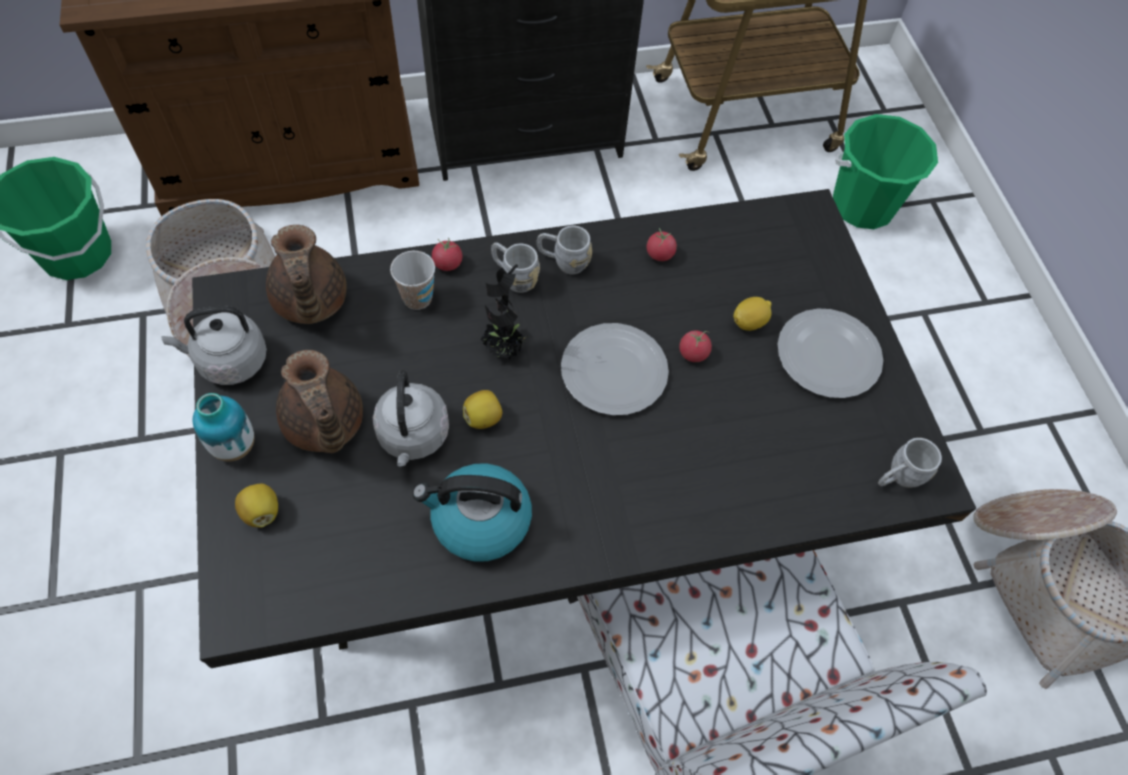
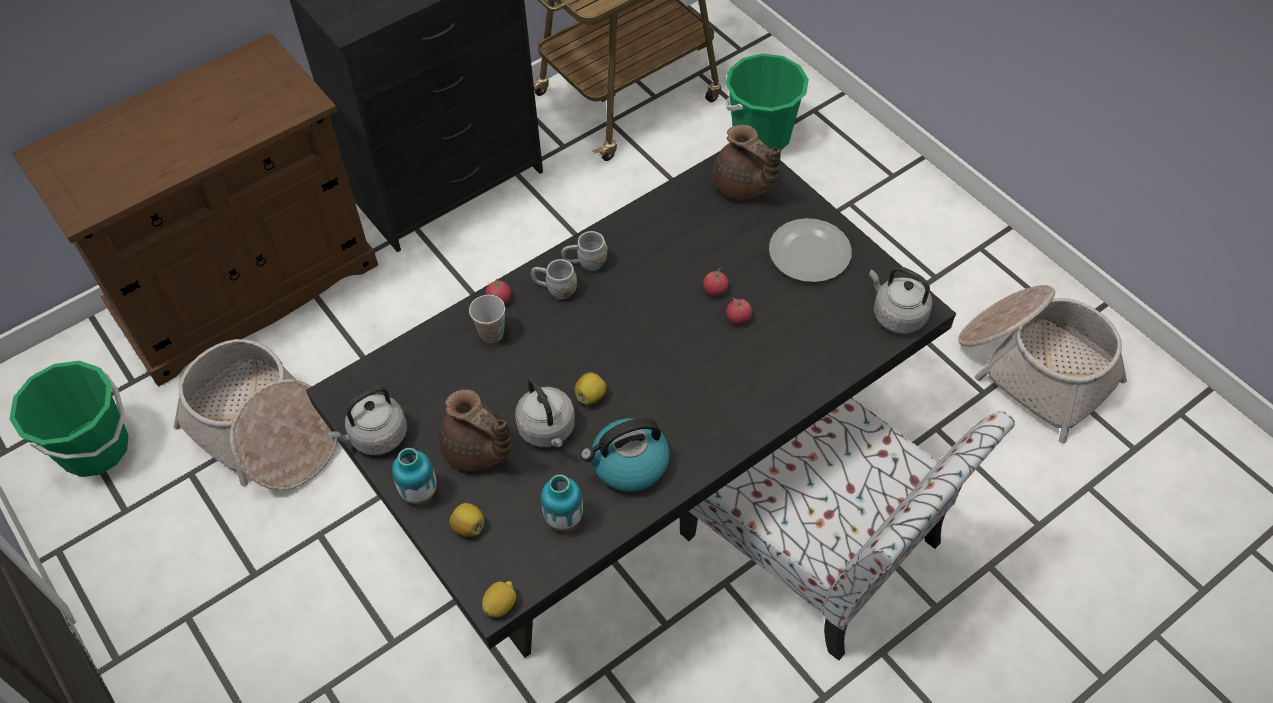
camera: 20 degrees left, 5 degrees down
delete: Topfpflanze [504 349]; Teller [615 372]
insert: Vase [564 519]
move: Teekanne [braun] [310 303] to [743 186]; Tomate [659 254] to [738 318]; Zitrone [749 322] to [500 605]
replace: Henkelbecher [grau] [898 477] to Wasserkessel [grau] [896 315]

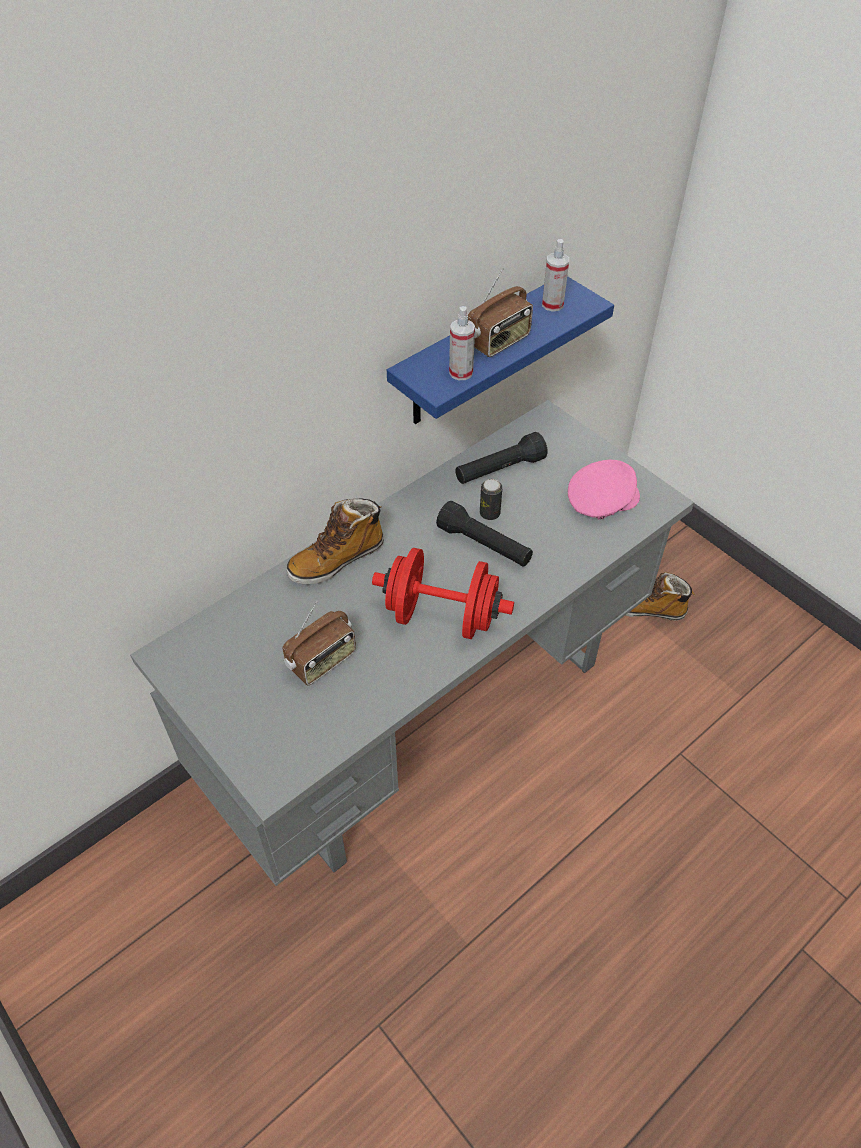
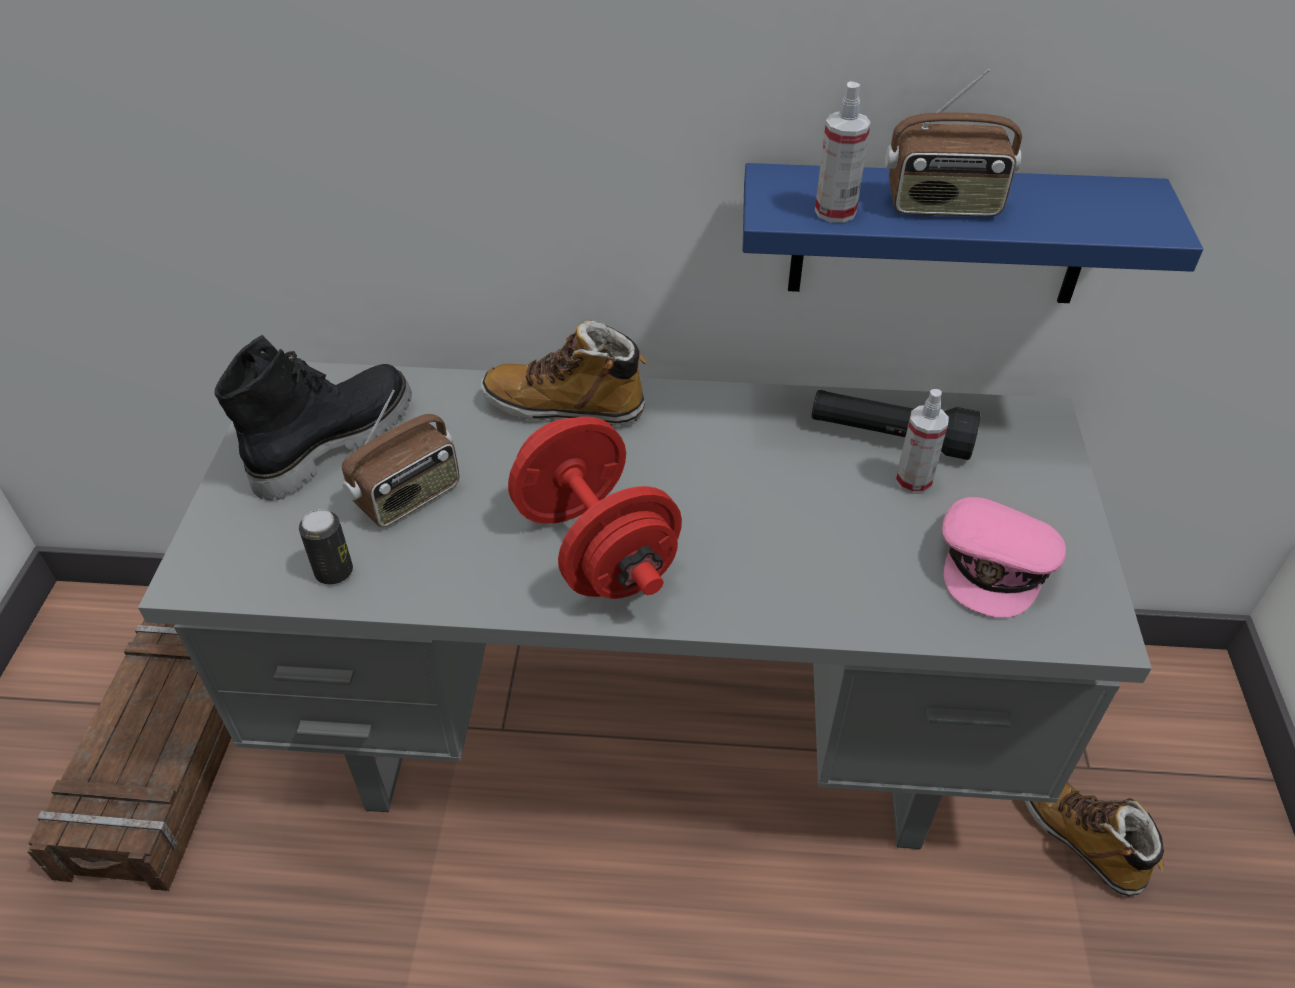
camera: 45 degrees right, 5 degrees down
delete: Taschenlampe [schwarz] [484 545]
insert: Kiste [168 755]; Stiefel [schwarz] [333 442]
move: Dose [489 513] to [334 572]; Sprühflasche [552 304] to [913 481]
rotate: Radio [322 661] = [408 497] 45 degrees counterclockwise; Kappe [rosa] [601 499] = [995 563] 90 degrees clockwise

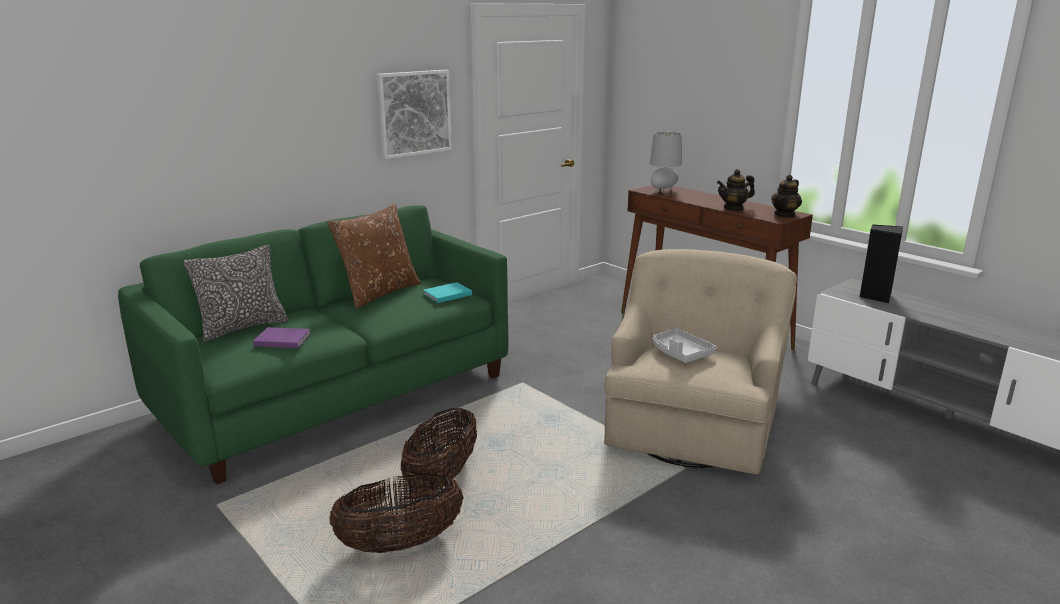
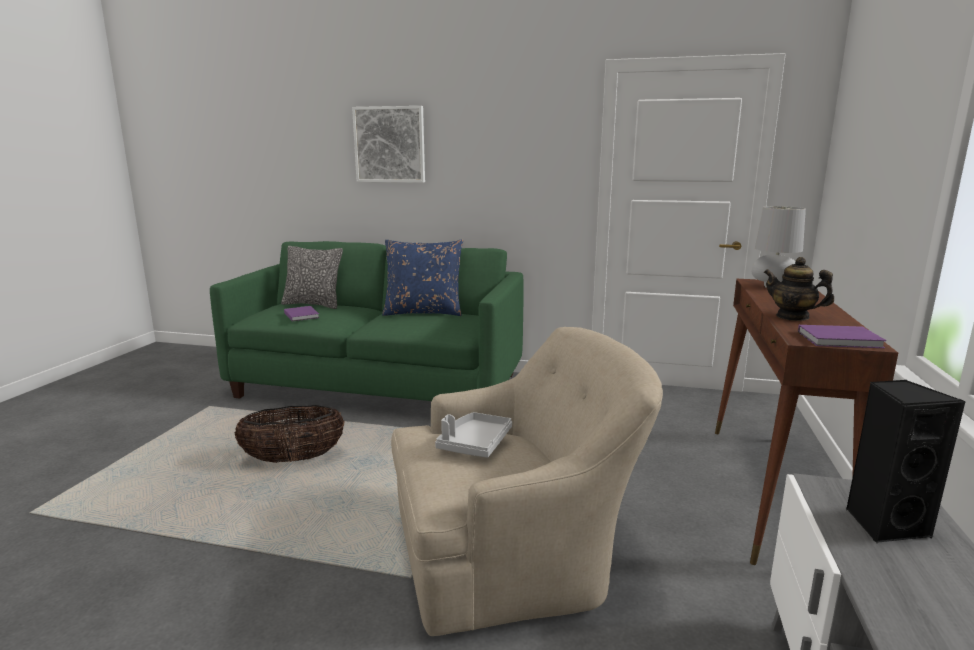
camera: 55 degrees right, 5 degrees down
delete: Korb [400 543]; Buch [türkis] [446 294]
move: Bild [414 113] to [389 145]
replace: Teekanne [785 215] to Buch [lila] [841 340]
recolor: Kissen [braun] [379 293] to Kissen [blau] [423 312]

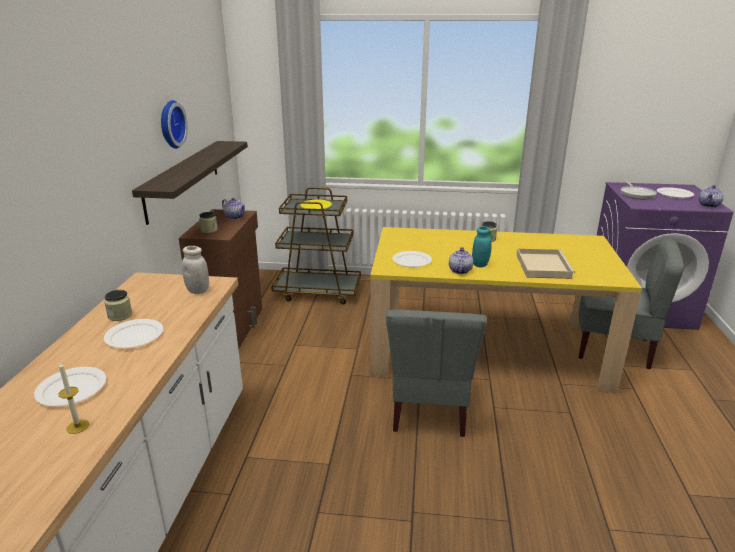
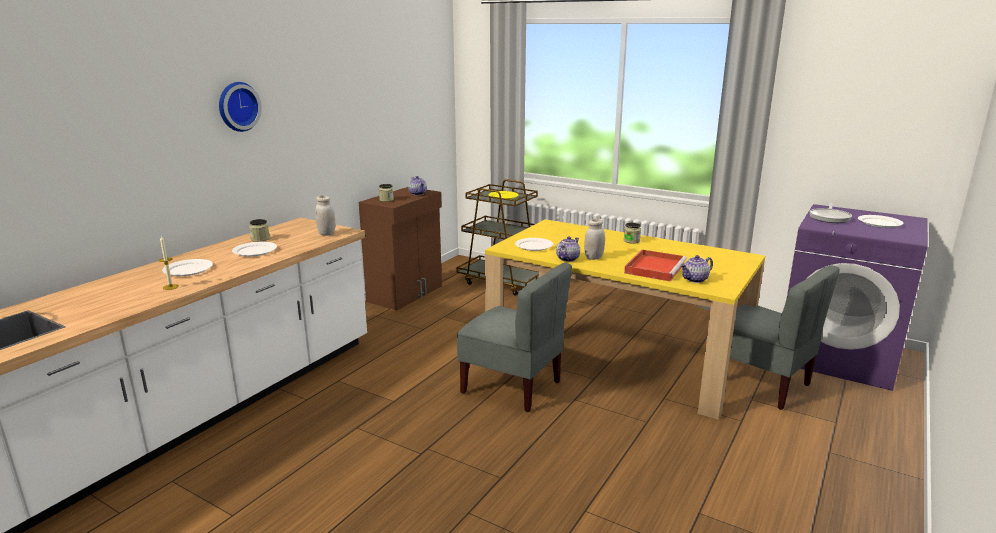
camera: 25 degrees right, 5 degrees down
delete: Wandregal [183 179]
move: Wanduhr [170 124] to [237 106]; Teekanne [709 205] to [695 280]
recolor: Vorratsglas [türkis] [480 264] to Vorratsglas [weiß] [594 257]; Tablett [beige] [542 266] to Tablett [rot] [655 267]
rotate: Stuhl [grau] [429 409] = [512 387] 90 degrees counterclockwise

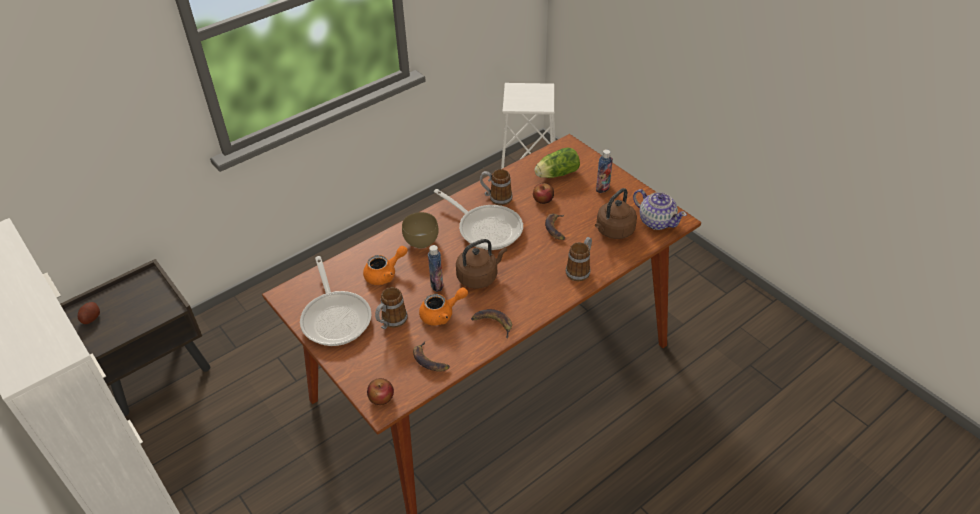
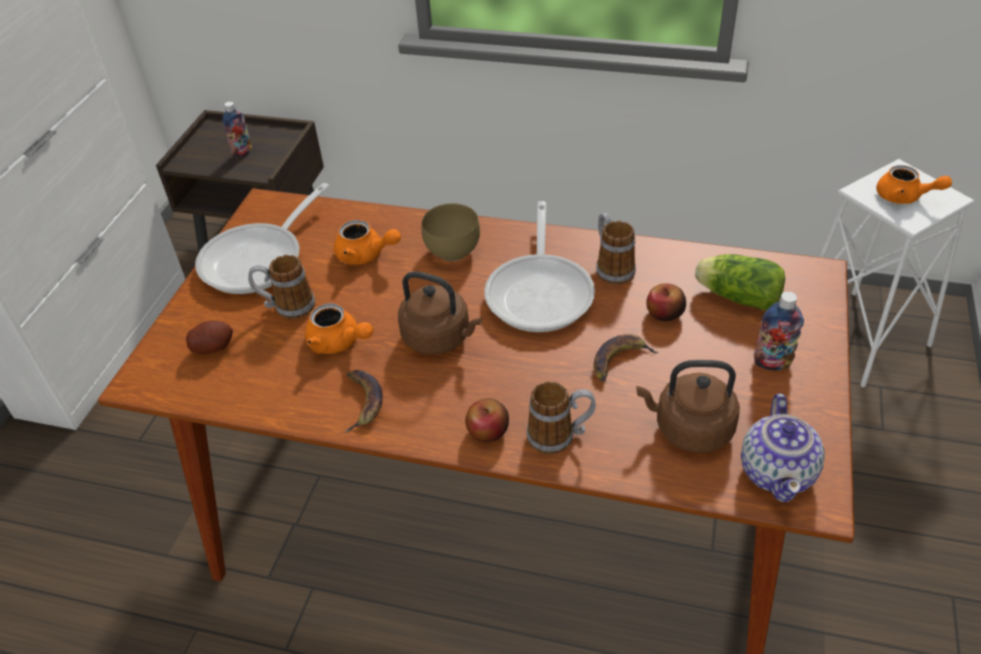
camera: 55 degrees right, 0 degrees up
delete: Banane [430 360]
insert: Teekanne [orange] [904 197]
move: Kartoffel [91 318] to [213 347]; Apfel [381 397] to [488 431]; Flasche [436 285] to [242 153]

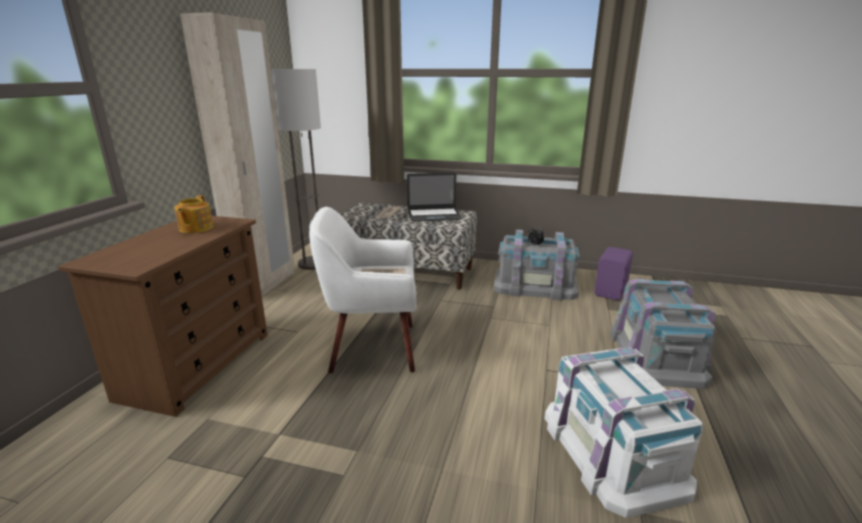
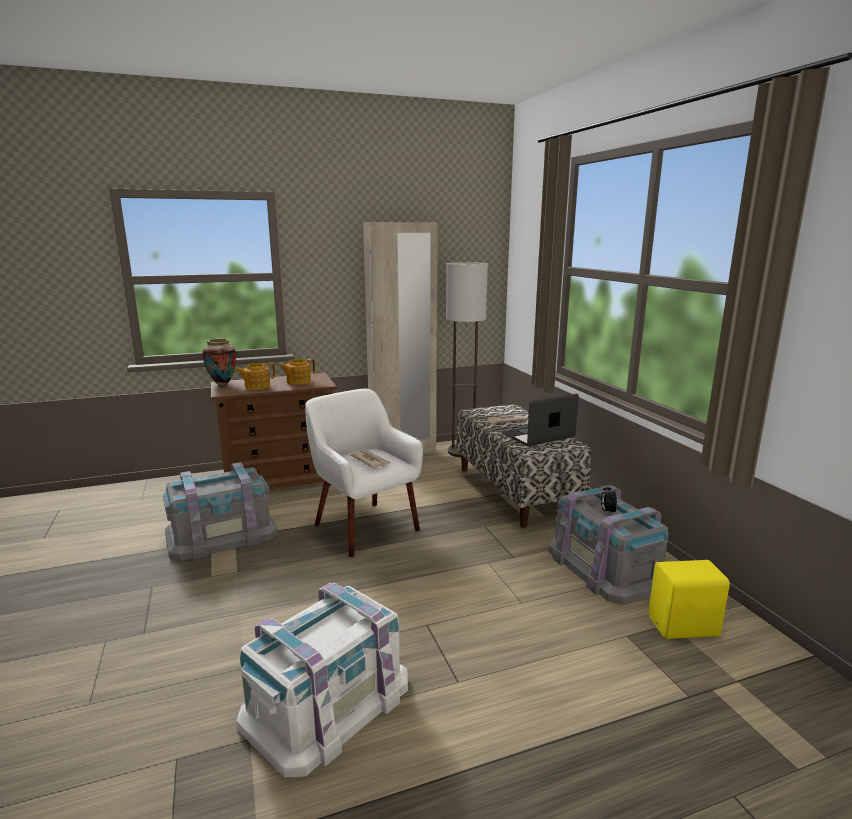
camera: 55 degrees right, 5 degrees down
insert: Vase [222 383]; Teekanne [256 386]
move: Aufbewahrungsbox [grau] [655 354] to [221 534]
recolor: Lautsprecher [lila] [611 291] to Lautsprecher [gelb] [684 628]
rotate: Laptop [434 215] = [538 435] 105 degrees clockwise

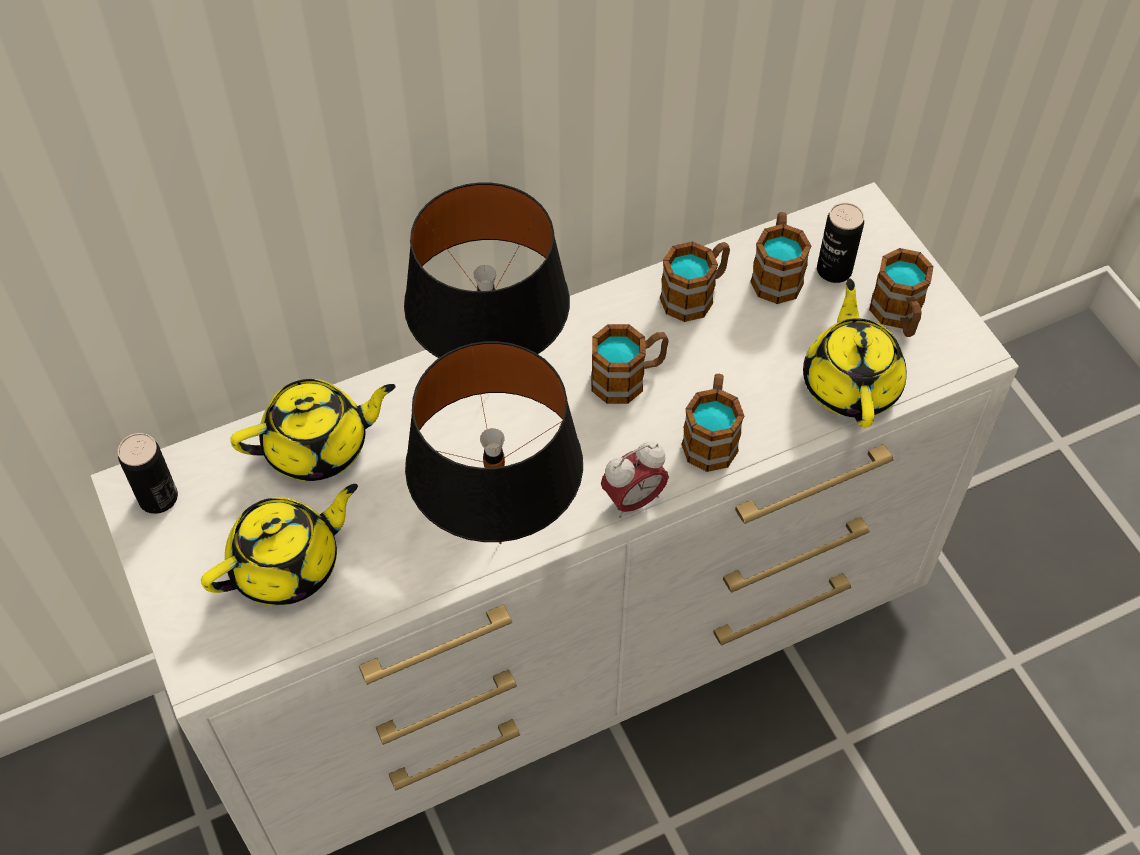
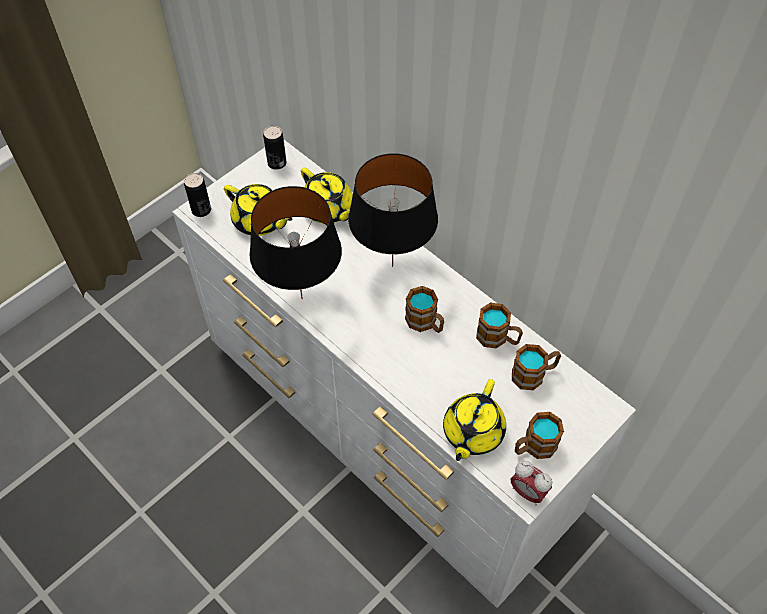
camera: 70 degrees right, 0 degrees up
delete: Henkelbecher [711 437]
move: Wecker [633 500] to [527 492]; Dose [834 270] to [201 210]
rotate: Teekanne [gelb] [851 383] = [472 432] 135 degrees clockwise

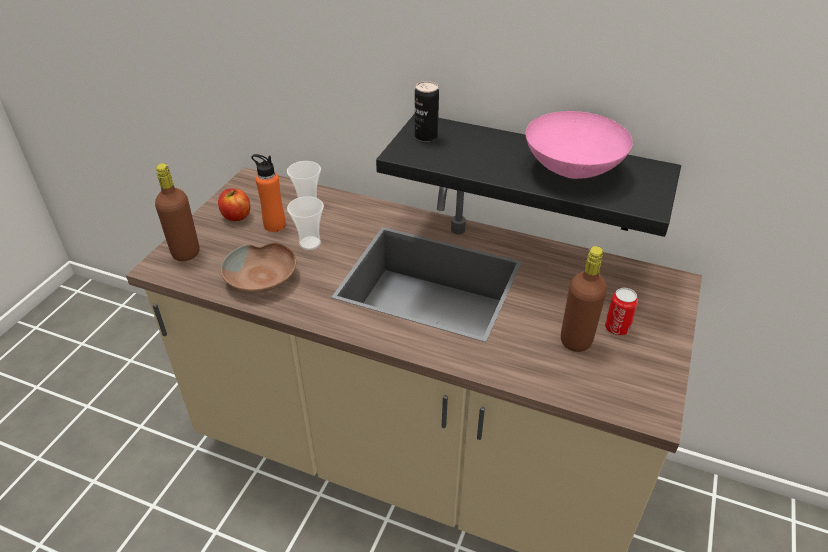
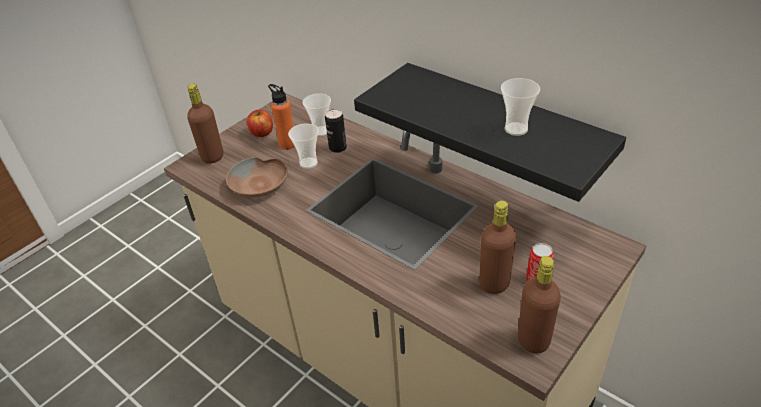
camera: 20 degrees right, 0 degrees up
insert: Flasche [braun] [533 340]
move: Dose [426 136] to [337 148]
replace: Schüssel [rosa] [570 170] to Tasse [516 129]

